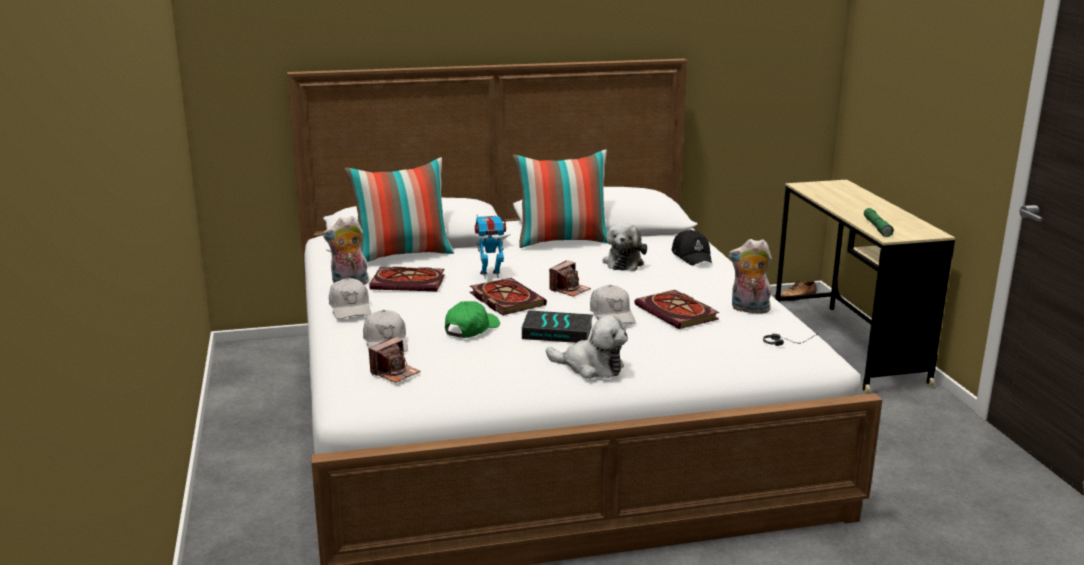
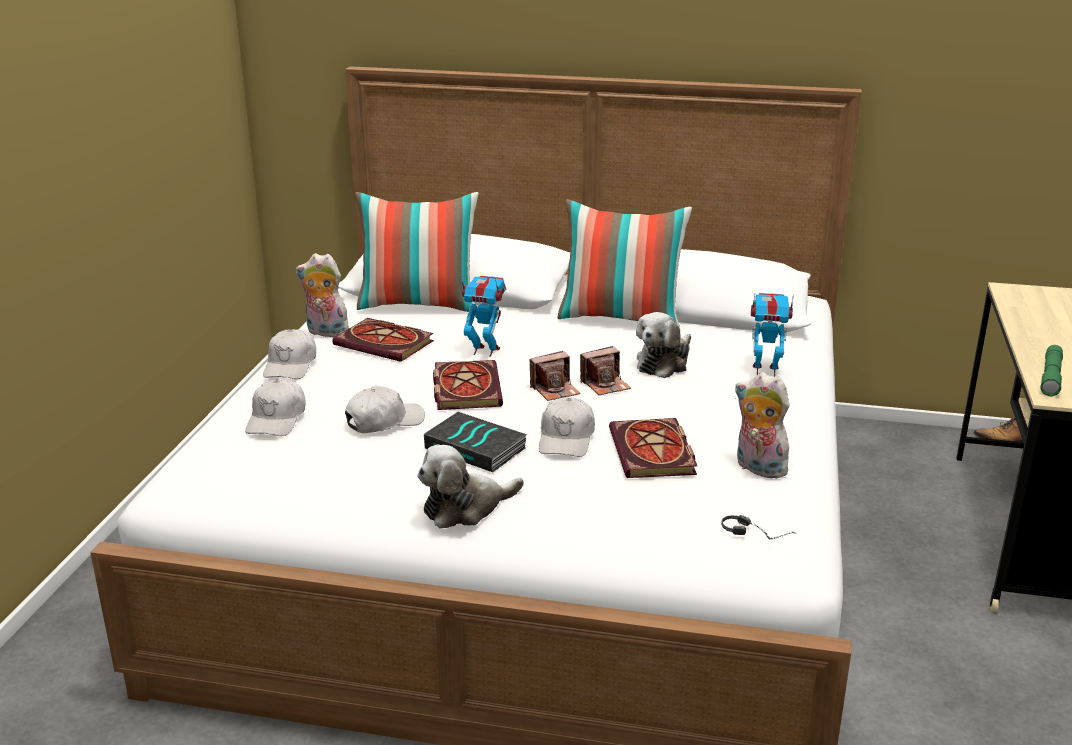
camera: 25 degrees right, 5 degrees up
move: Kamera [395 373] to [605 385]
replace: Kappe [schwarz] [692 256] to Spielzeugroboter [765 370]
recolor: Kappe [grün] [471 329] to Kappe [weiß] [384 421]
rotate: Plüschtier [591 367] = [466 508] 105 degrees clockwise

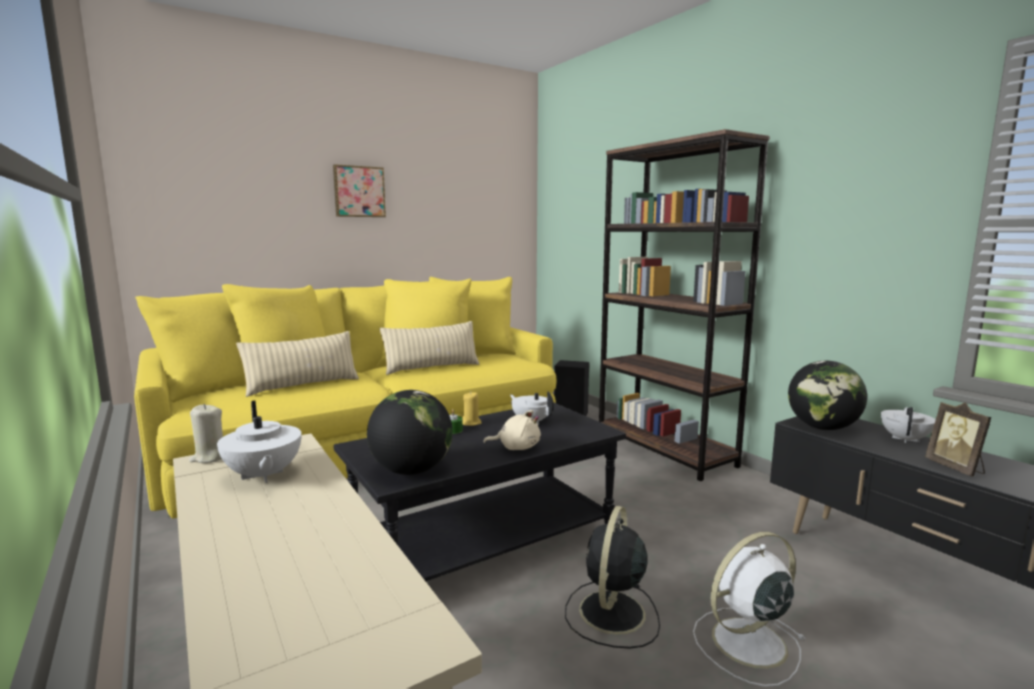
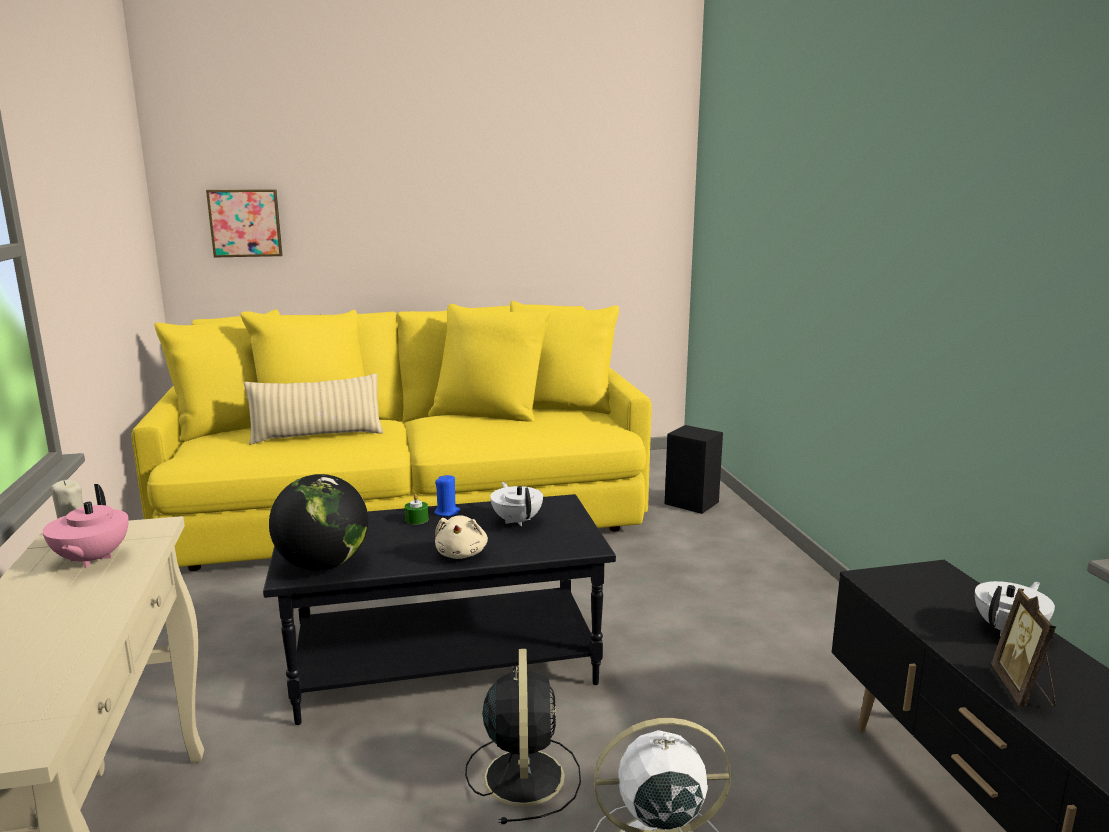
camera: 20 degrees right, 5 degrees up
delete: Kissen [beige] [432 368]; Bücherregal [braun] [664 450]; Globus [822 427]
move: Bild [359 192] to [245 223]
recolor: Teekanne [weiß] [263 476] to Teekanne [rosa] [91 560]; Kerze [gelb] [471 423] to Kerze [blau] [447 512]
rotate: Plüschtier [beige] [516 447] = [462 554] 60 degrees clockwise; Ventilator [schwarz] [611 614] = [523 774] 135 degrees clockwise

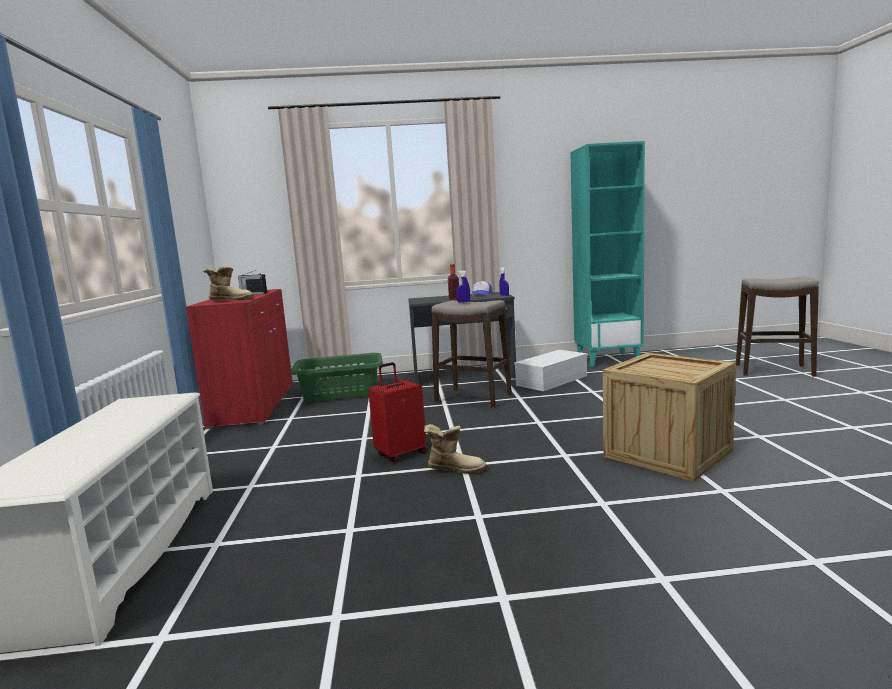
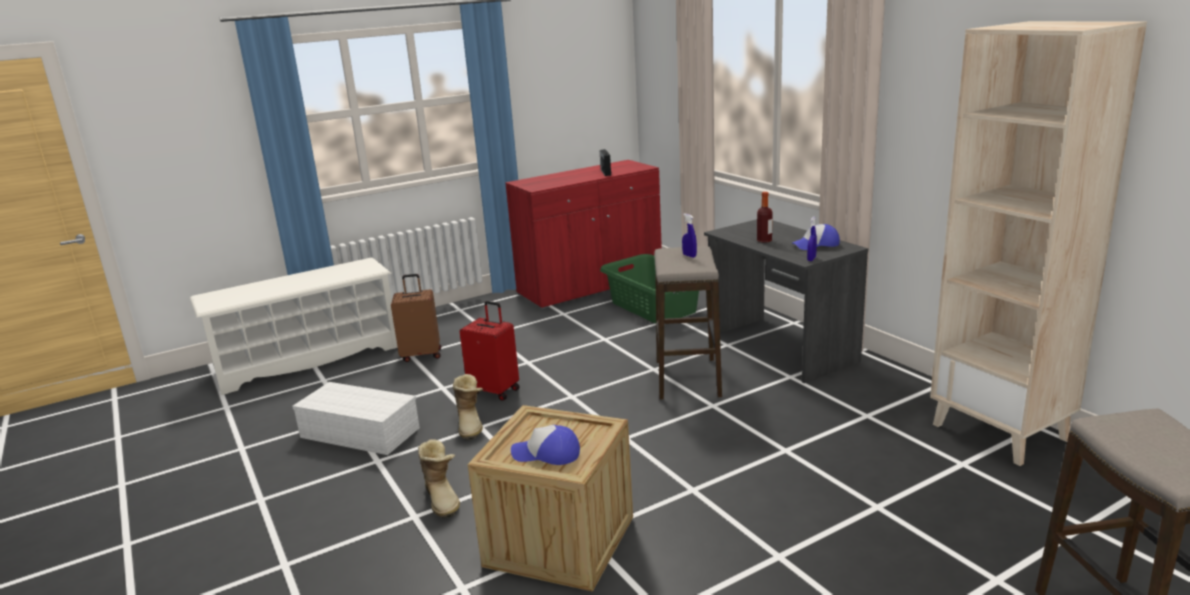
camera: 65 degrees right, 10 degrees up
insert: Koffer [braun] [421 355]; Kappe [546 454]
move: Stiefel [230 300] to [443 498]; Aufbewahrungsbox [weiß] [552 381] to [358 433]
recolor: Bücherregal [türkis] [608 359] to Bücherregal [beige] [1001 432]

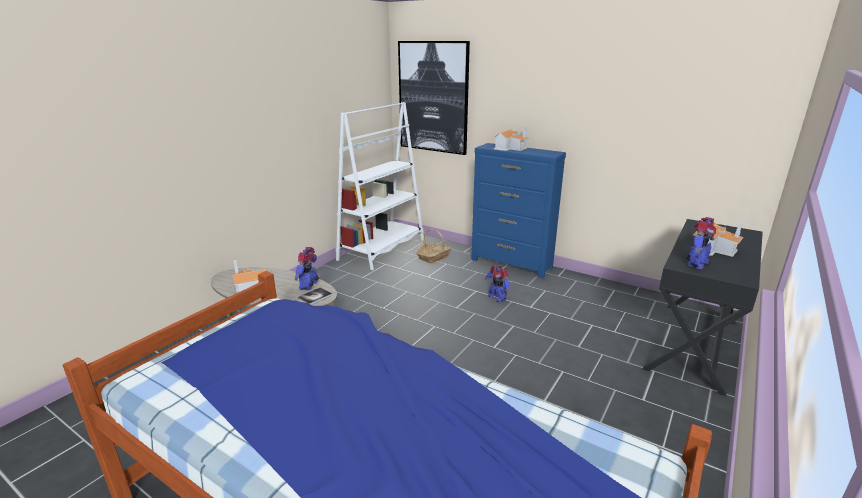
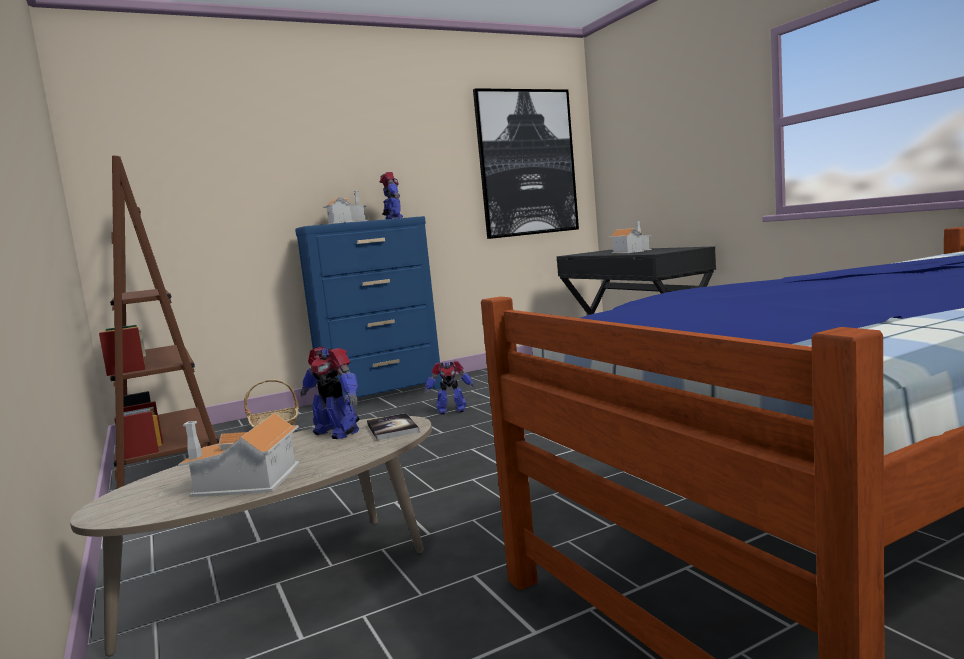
camera: 60 degrees left, 15 degrees down
move: Bild [433 97] to [527 163]; Spielzeugroboter [696 263] to [393 218]
recolor: Bücherregal [weiß] [382 250] to Bücherregal [braun] [170 461]

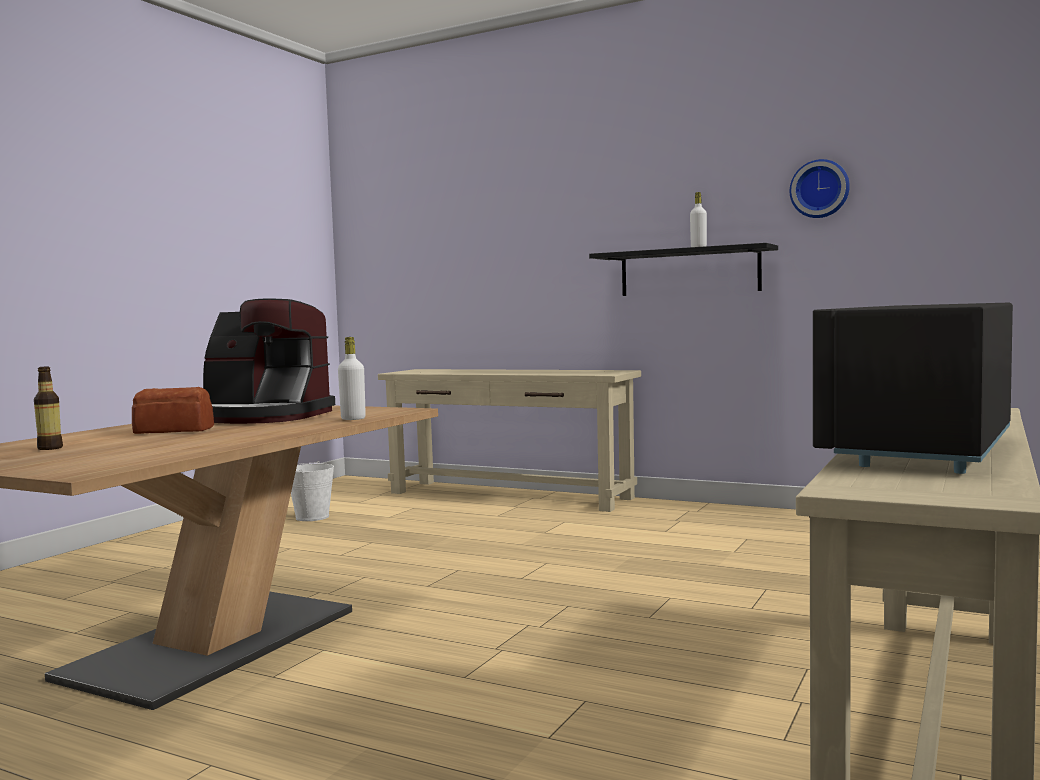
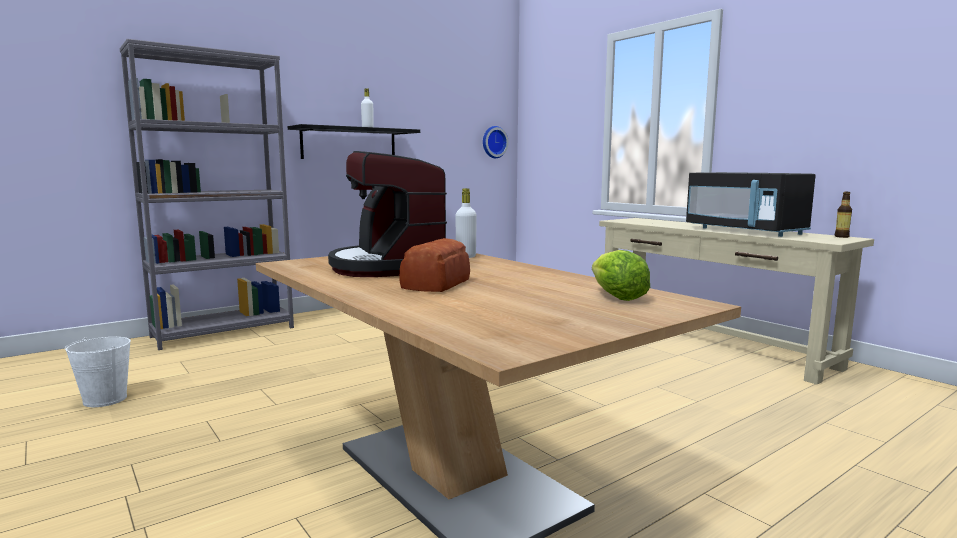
camera: 65 degrees left, 5 degrees up
insert: Salatkopf [617 297]
move: Flasche [50 448] to [841 237]; Wanduhr [820 189] to [493 142]
replace: Konsolentisch [beige] [508 495] to Bücherregal [grau] [224 332]
rotate: Kaffeemaschine [264 417] = [389 267] 120 degrees clockwise

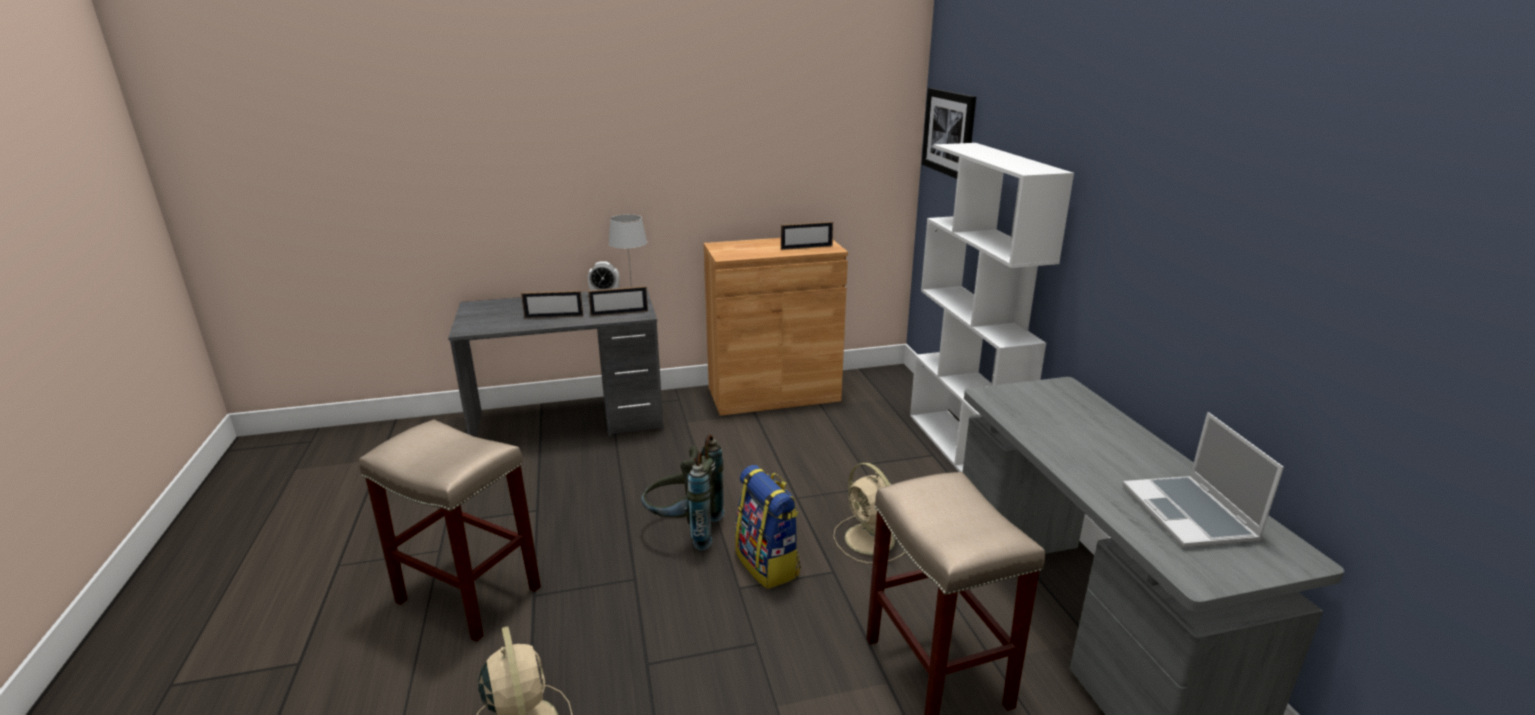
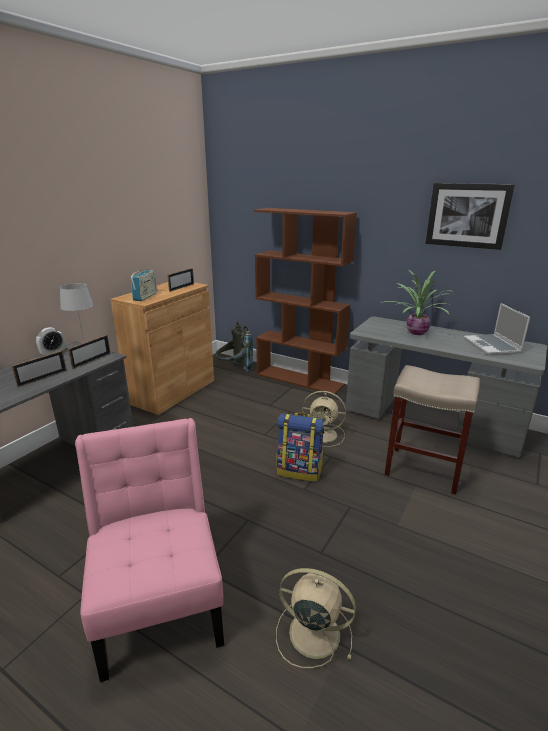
camera: 45 degrees left, 0 degrees up
insert: Radio [145 296]; Topfpflanze [415 332]
move: Rucksack [grau] [684 530] to [234 369]; Bild [949 133] to [467 215]
replace: Hocker [beige] [471 595] to Stuhl [rosa] [160 600]
recolor: Bücherregal [weiß] [963 450] to Bücherregal [braun] [300 379]
rotate: Laptop [1190 514] = [492 346] 45 degrees clockwise

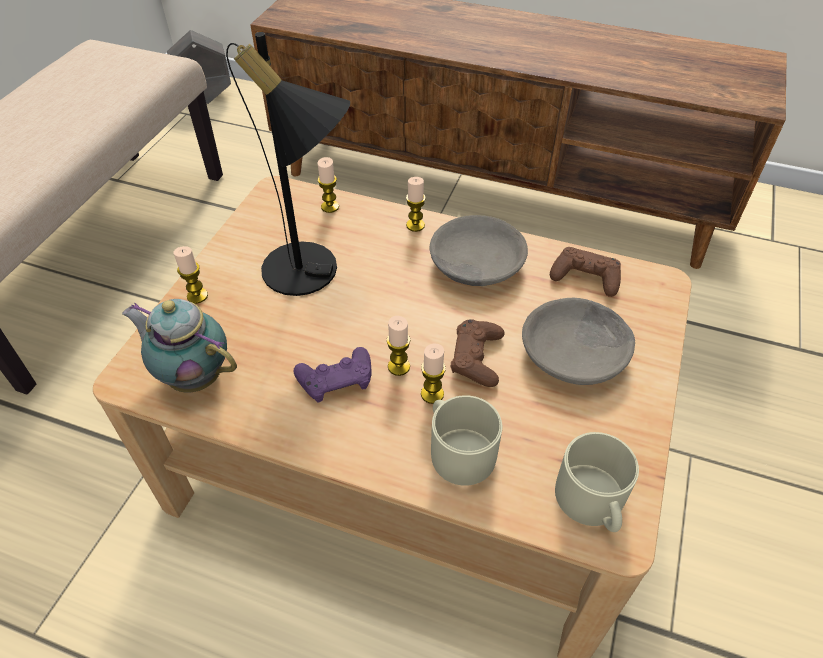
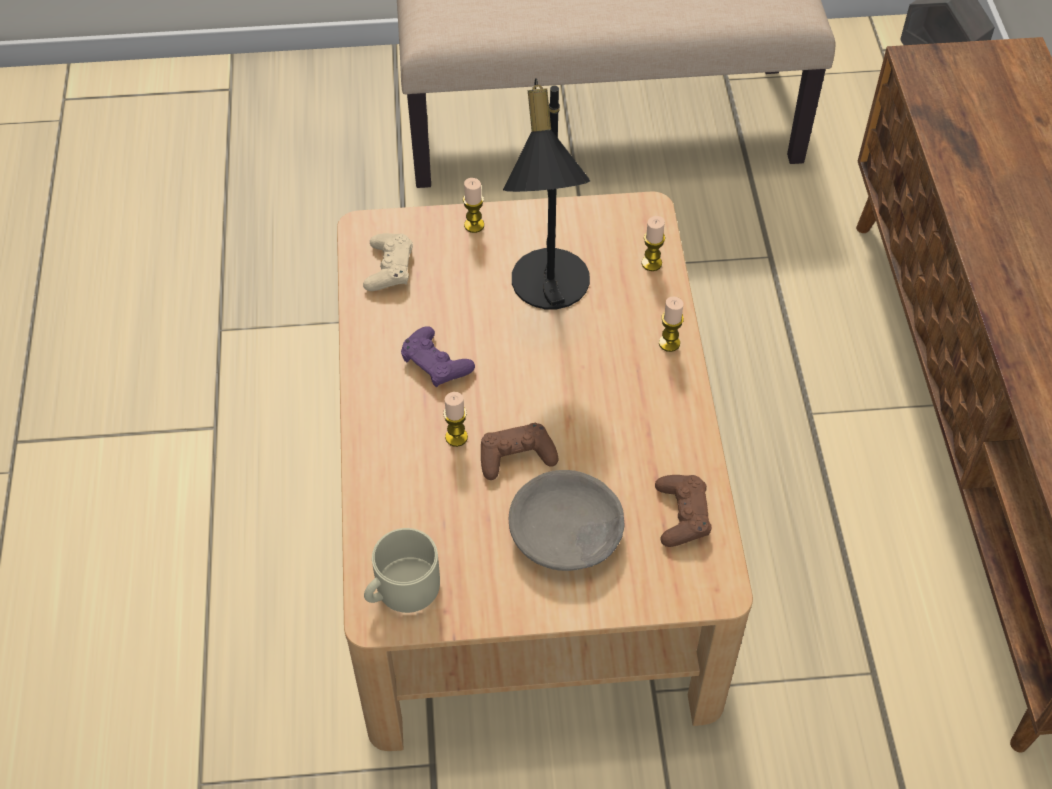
camera: 65 degrees right, 5 degrees up
delete: Kerze [399 366]; Schüssel [grau] [475 263]; Henkelbecher [beige] [458 449]
replace: Teekanne [193 376] to Gamepad [beige] [389 268]

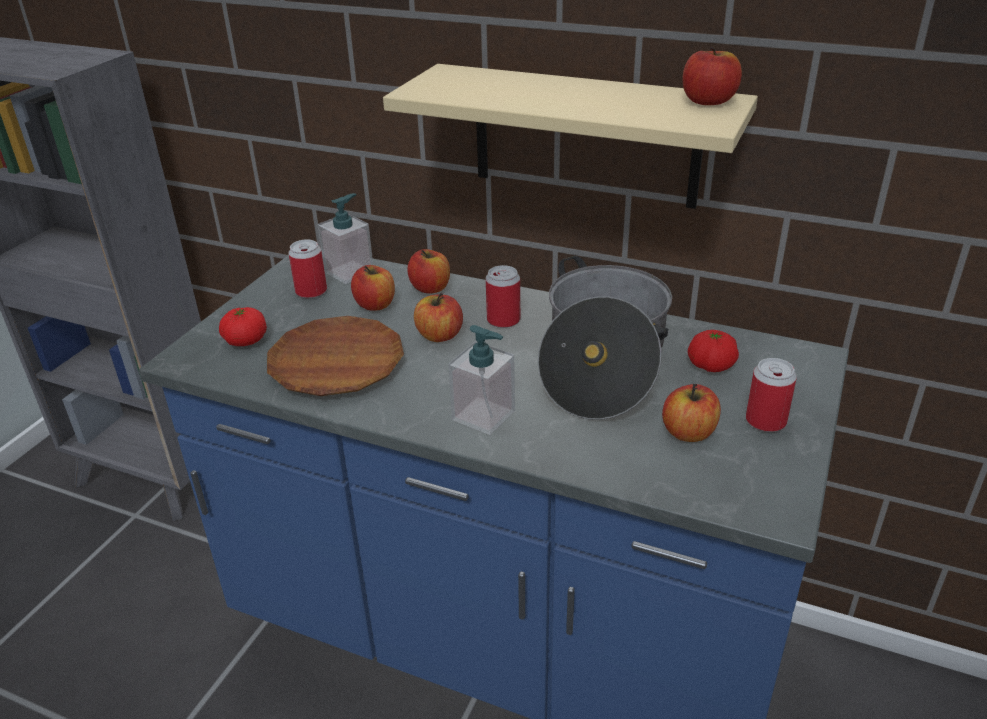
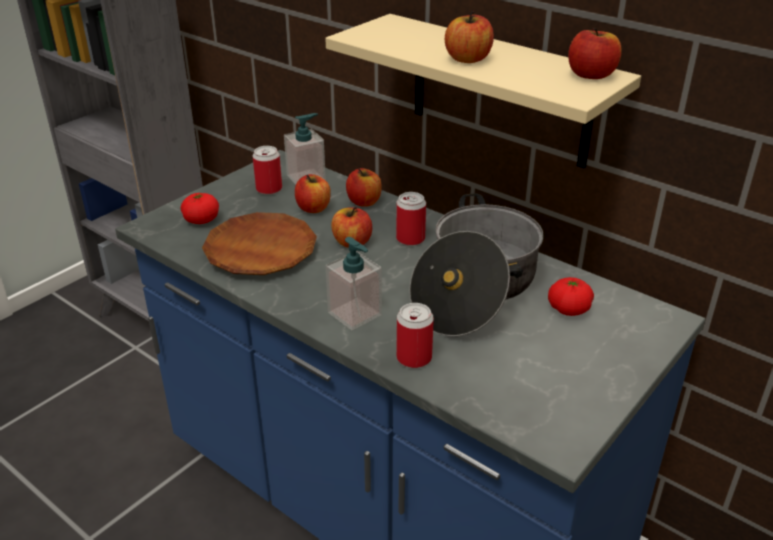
camera: 15 degrees right, 0 degrees up
move: Apfel [689 432] to [468 59]; Dose [765 421] to [414 358]

